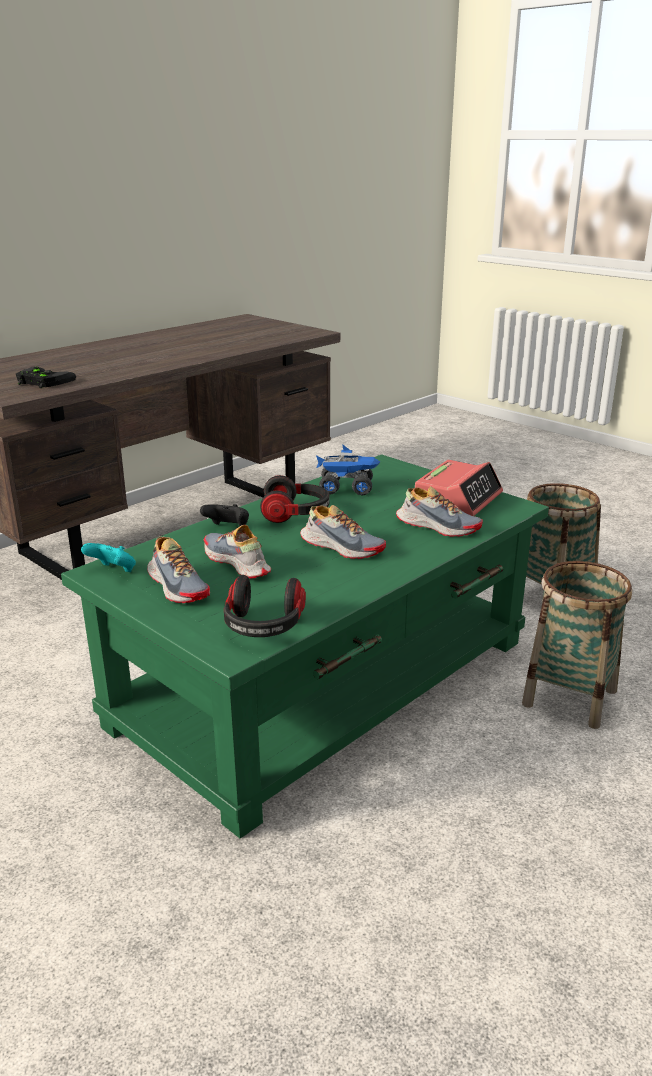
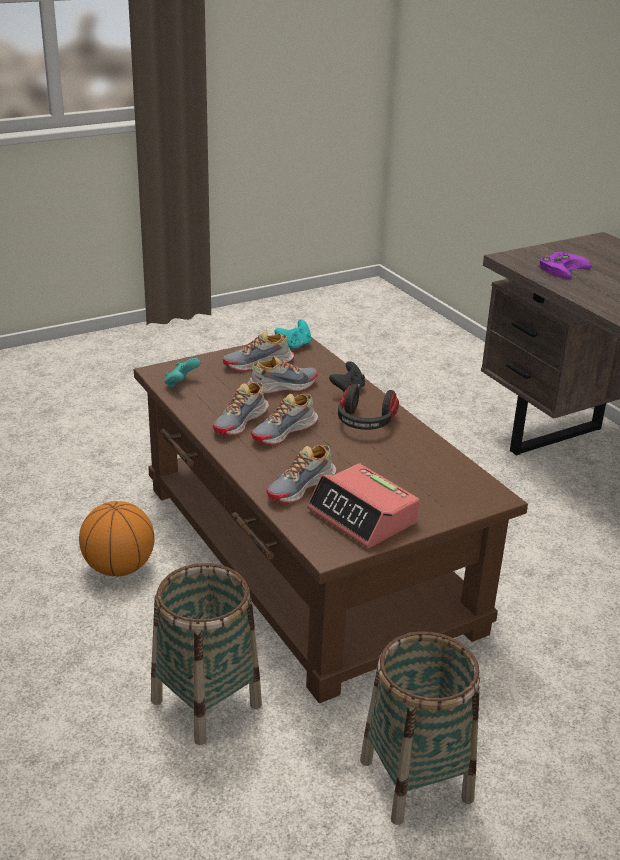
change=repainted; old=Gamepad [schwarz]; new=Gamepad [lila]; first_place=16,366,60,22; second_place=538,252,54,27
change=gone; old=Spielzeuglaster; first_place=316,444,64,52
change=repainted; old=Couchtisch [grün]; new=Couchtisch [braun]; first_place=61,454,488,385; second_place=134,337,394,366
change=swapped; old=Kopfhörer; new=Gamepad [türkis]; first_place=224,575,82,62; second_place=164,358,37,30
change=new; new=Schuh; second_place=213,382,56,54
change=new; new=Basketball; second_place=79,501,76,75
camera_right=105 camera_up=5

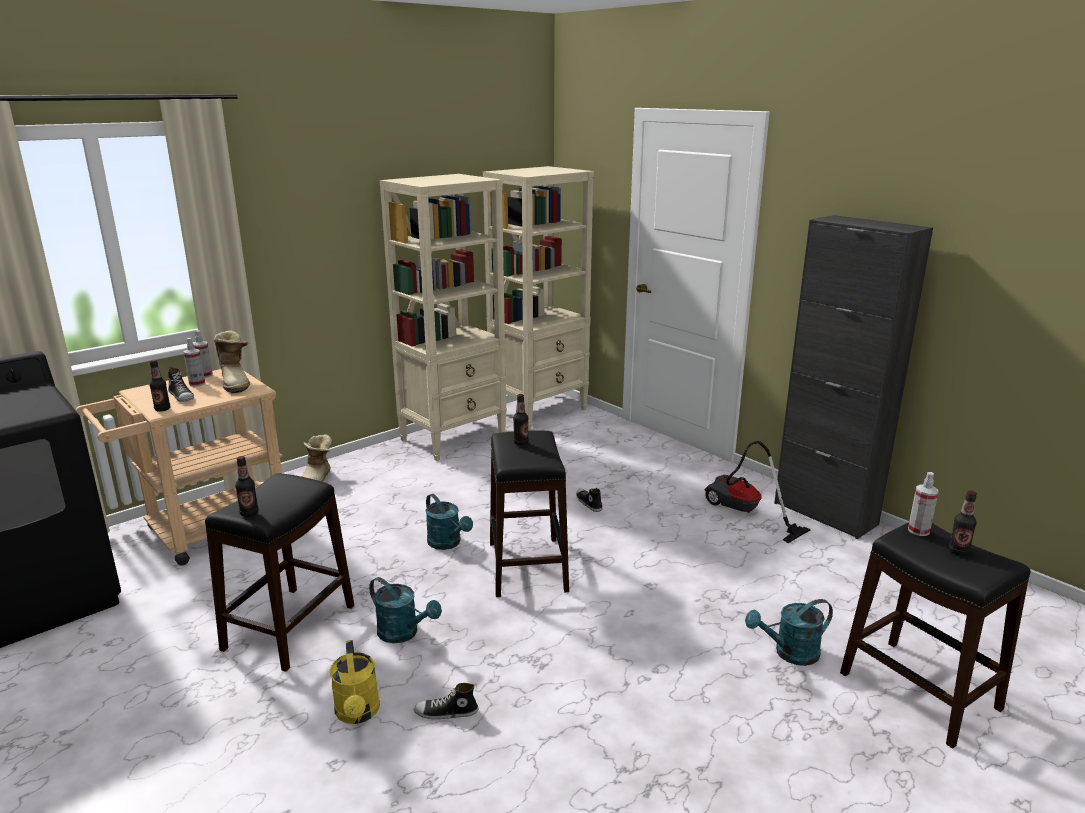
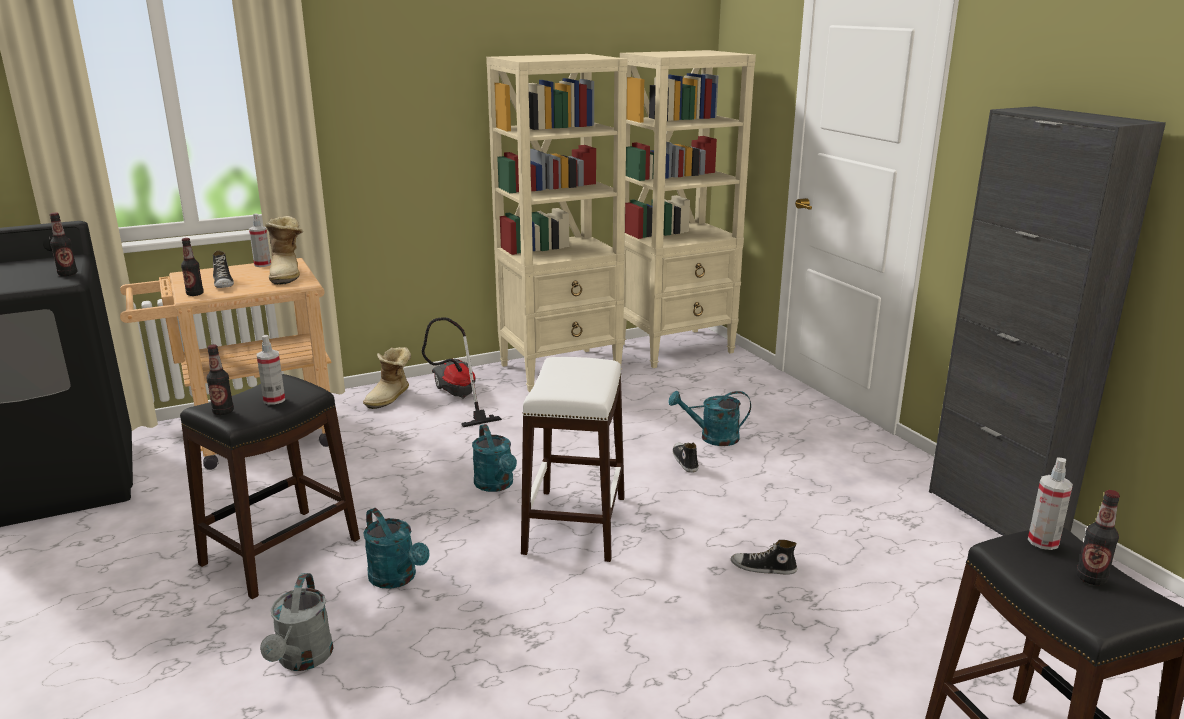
change=shifted; old=Sprühflasche; first_place=183,338,22,49; second_place=257,335,28,70
change=shifted; old=Flasche; first_place=513,394,16,51; second_place=50,213,27,63
change=repainted; old=Hocker [schwarz]; new=Hocker [weiß]; first_place=490,430,79,167; second_place=521,357,104,205
change=shifted; old=Staubsauger; first_place=705,441,105,102; second_place=422,317,80,110
change=shifted; old=Gießkanne [türkis]; first_place=745,599,88,67; second_place=668,391,83,55
change=repainted; old=Gießkanne [gelb]; new=Gießkanne [grau]; first_place=330,640,50,84; second_place=260,573,74,98
change=shifted; old=Schuh; first_place=414,683,64,36; second_place=731,540,66,35
camera_right=15 camera_up=0

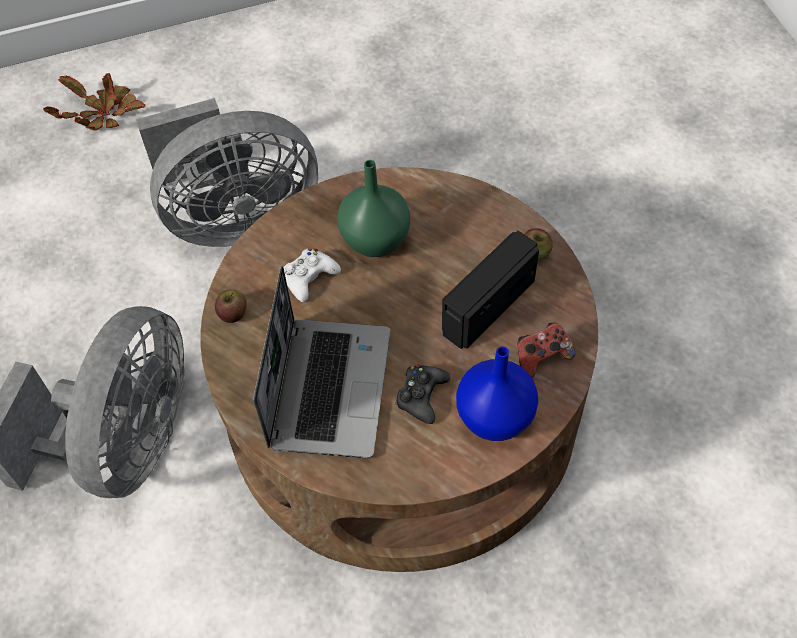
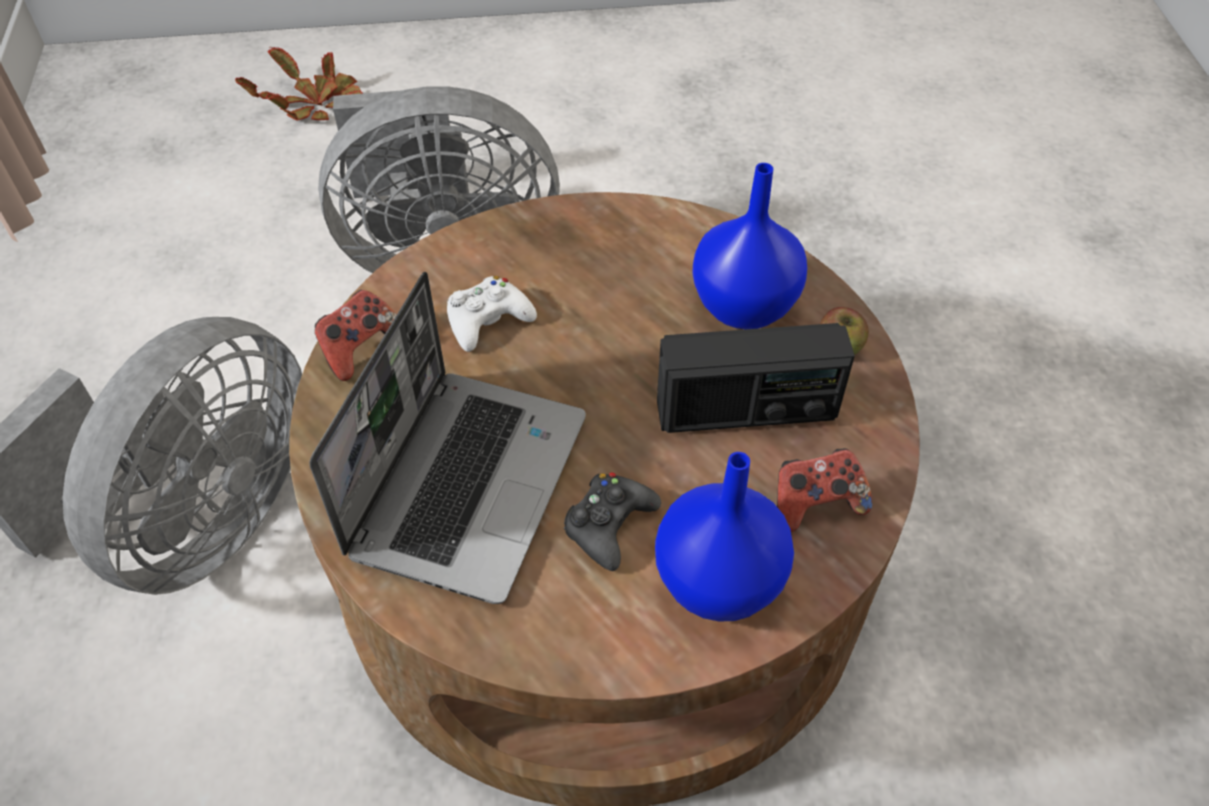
change=gone; old=Vase [grün]; first_place=337,160,73,97
change=rotated; old=Radio; first_place=442,231,97,118; second_place=657,323,198,110; degrees=-150
change=swapped; old=Apfel; new=Gamepad; first_place=215,289,32,34; second_place=315,290,82,91
change=new; new=Vase [blau]; second_place=692,163,115,166
camera_right=10 camera_up=-5

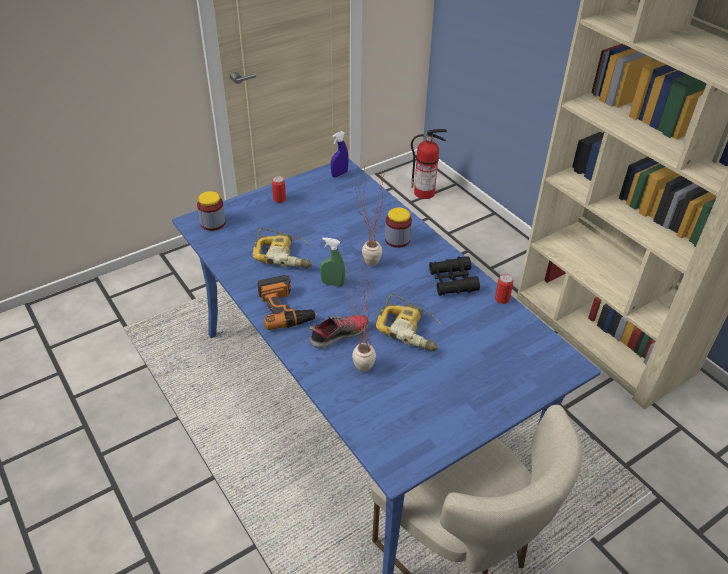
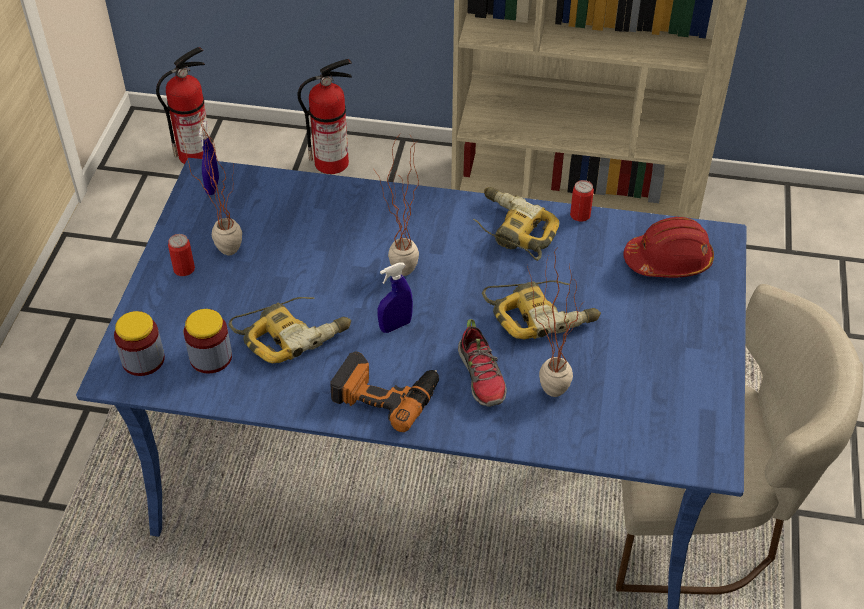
change=shifted; old=Vorratsglas; first_place=385,207,27,41; second_place=184,309,48,64
change=repainted; old=Sprühflasche [grün]; new=Sprühflasche [blau]; first_place=320,238,25,49; second_place=378,262,35,71
change=swapped; old=Fernglas [schwarz]; new=Bohrmaschine; first_place=429,256,51,40; second_place=473,187,86,74
change=rotated; old=Schuh; first_place=309,314,60,34; second_place=458,319,48,88; degrees=150
change=new; new=Feuerlöscher; second_place=297,59,55,115
change=new; new=Topfpflanze; second_place=176,106,66,149
change=new; new=Schutzhelm [rot]; second_place=623,217,91,61
camera_right=-45 camera_up=5

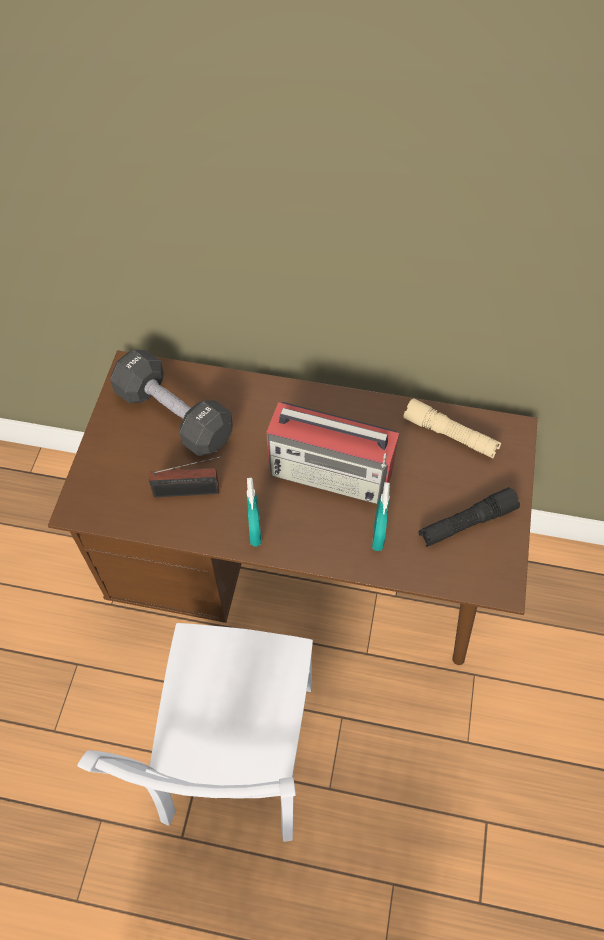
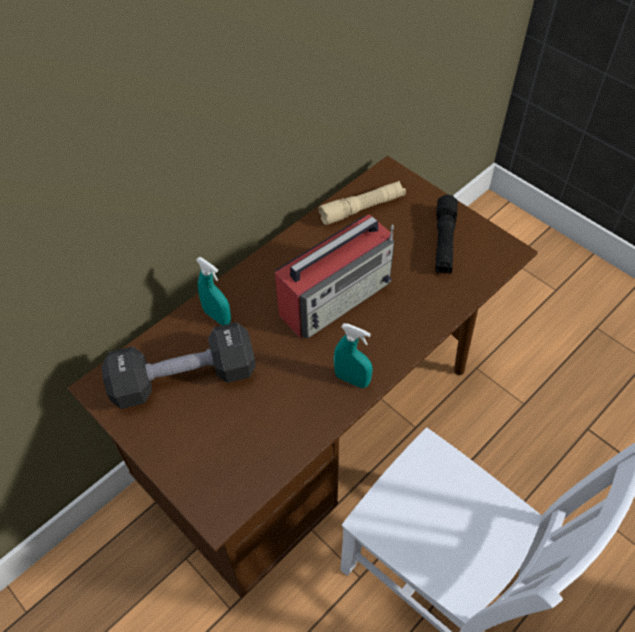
change=gone; old=Radio; first_place=149,456,73,41
change=shifted; old=Sprühflasche [türkis]; first_place=372,482,18,69; second_place=196,257,35,68
camera_right=-55 camera_up=-5

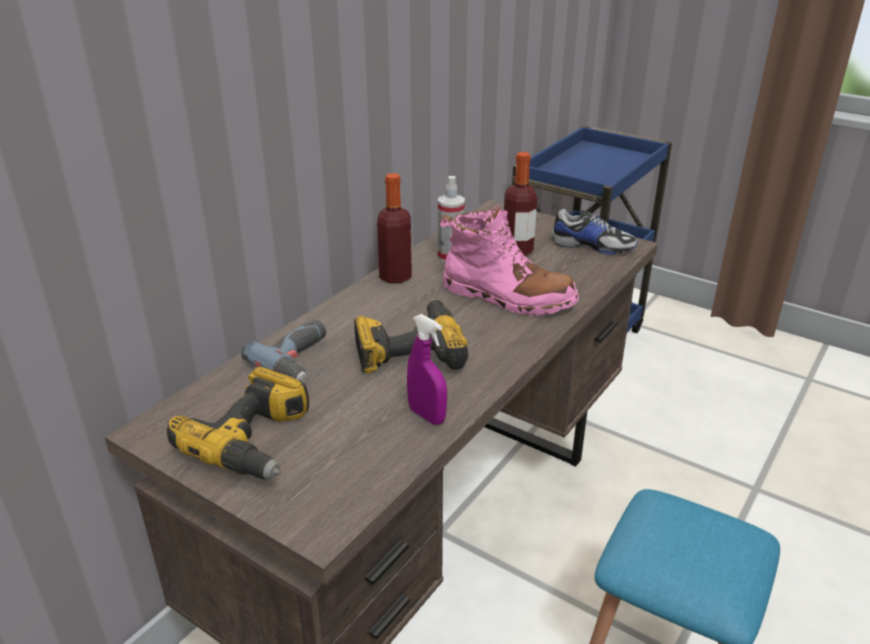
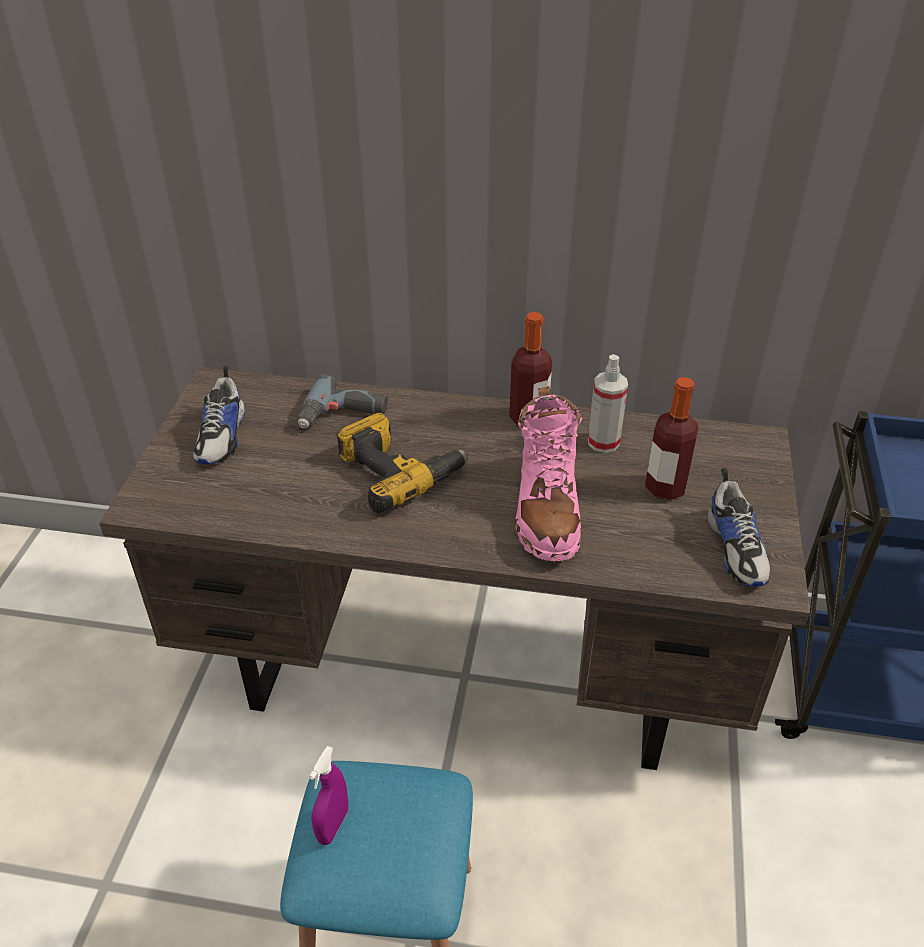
change=shifted; old=Sprühflasche [lila]; first_place=407,314,40,111; second_place=309,746,39,99
change=swapped; old=Bohrmaschine; new=Schuh; first_place=167,367,142,112; second_place=193,366,52,98
camera_right=65 camera_up=10

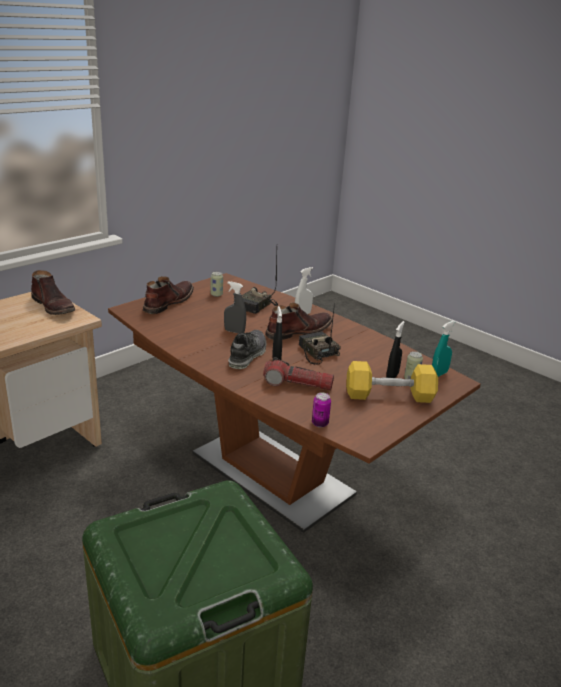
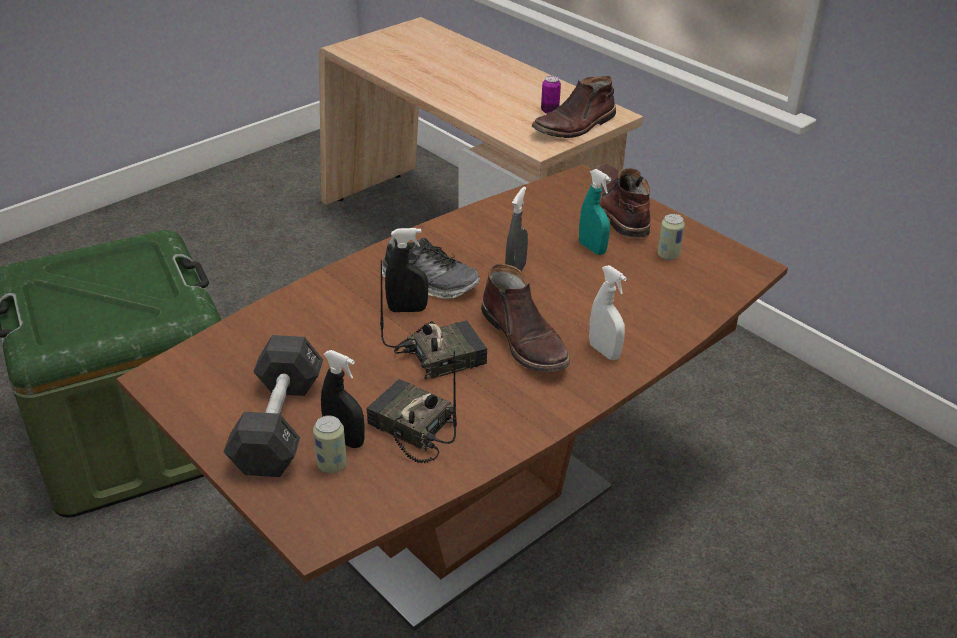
change=shifted; old=Radio; first_place=242,250,36,64; second_place=367,351,90,112
change=rotated; old=Stiefel [braun]; first_place=143,276,51,38; second_place=590,164,60,74; degrees=-135
change=shifted; old=Sprühflasche [türkis]; first_place=432,320,24,57; second_place=579,169,32,86
change=gone; old=Taschenlampe; first_place=263,357,71,33
change=repainted; old=Hantel [gelb]; new=Hantel [schwarz]; first_place=346,361,92,42; second_place=223,335,100,142
change=shifted; old=Dose; first_place=312,392,19,35; second_place=541,76,20,38
camera_right=95 camera_up=10

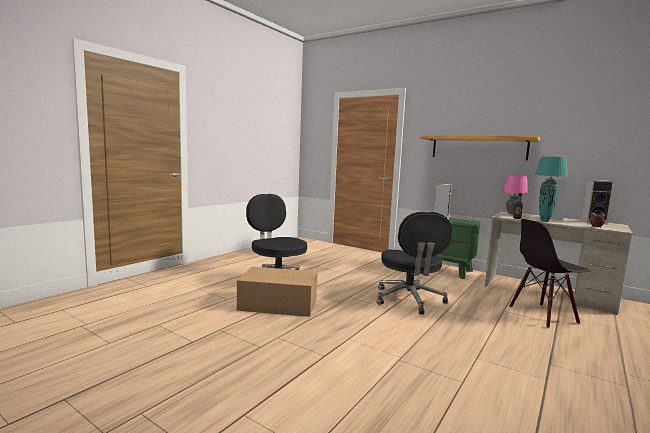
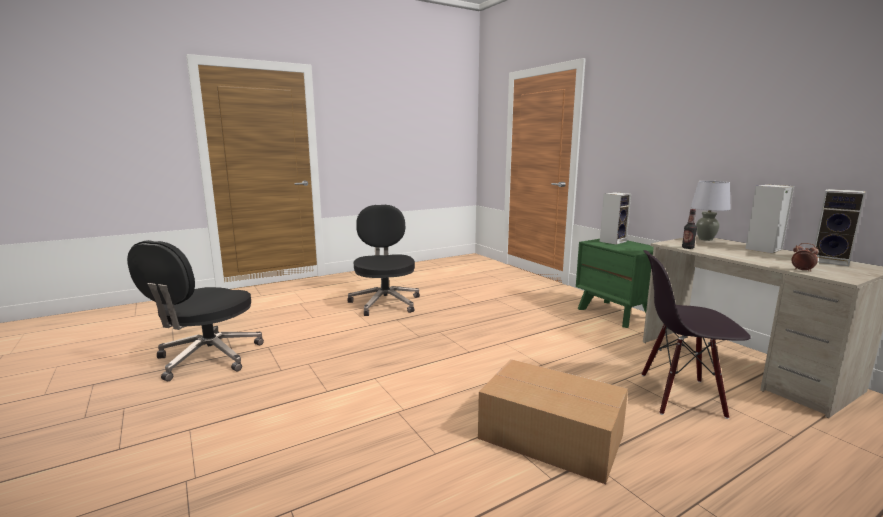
change=gone; old=Wandregal; first_place=420,135,120,25
change=gone; old=Tischlampe [türkis]; first_place=535,156,33,66
change=repainted; old=Tischlampe [rosa]; new=Tischlampe [grau]; first_place=502,175,26,39; second_place=691,181,39,60
change=shifted; old=Bürostuhl [schwarz]; first_place=377,212,75,103; second_place=127,240,137,141
change=shifted; old=Karton; first_place=237,267,81,50; second_place=478,359,150,125
camera_right=25 camera_up=5

